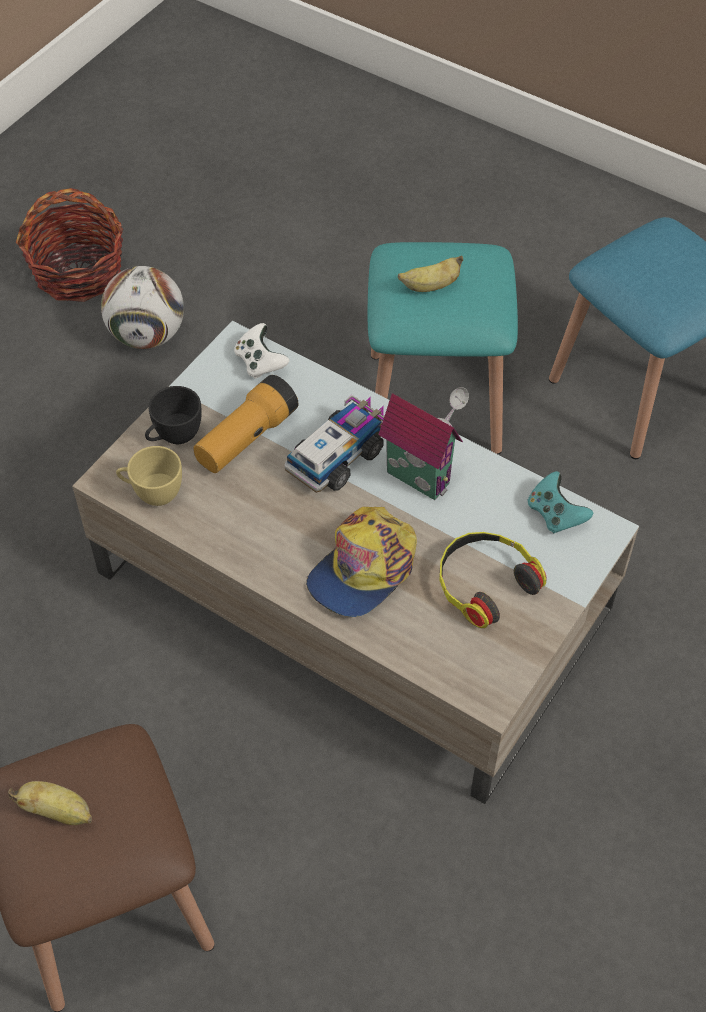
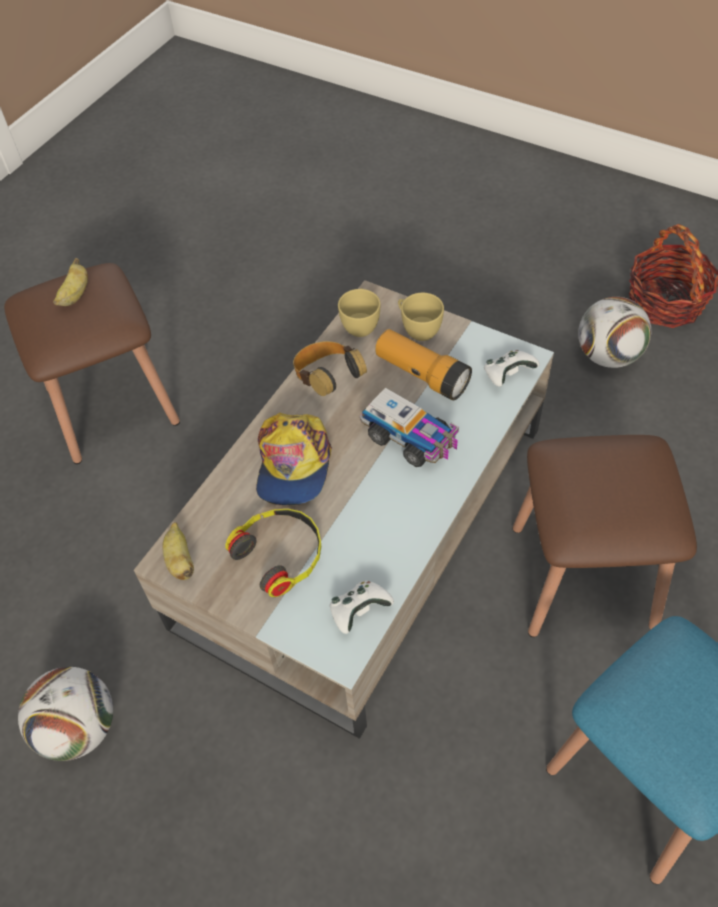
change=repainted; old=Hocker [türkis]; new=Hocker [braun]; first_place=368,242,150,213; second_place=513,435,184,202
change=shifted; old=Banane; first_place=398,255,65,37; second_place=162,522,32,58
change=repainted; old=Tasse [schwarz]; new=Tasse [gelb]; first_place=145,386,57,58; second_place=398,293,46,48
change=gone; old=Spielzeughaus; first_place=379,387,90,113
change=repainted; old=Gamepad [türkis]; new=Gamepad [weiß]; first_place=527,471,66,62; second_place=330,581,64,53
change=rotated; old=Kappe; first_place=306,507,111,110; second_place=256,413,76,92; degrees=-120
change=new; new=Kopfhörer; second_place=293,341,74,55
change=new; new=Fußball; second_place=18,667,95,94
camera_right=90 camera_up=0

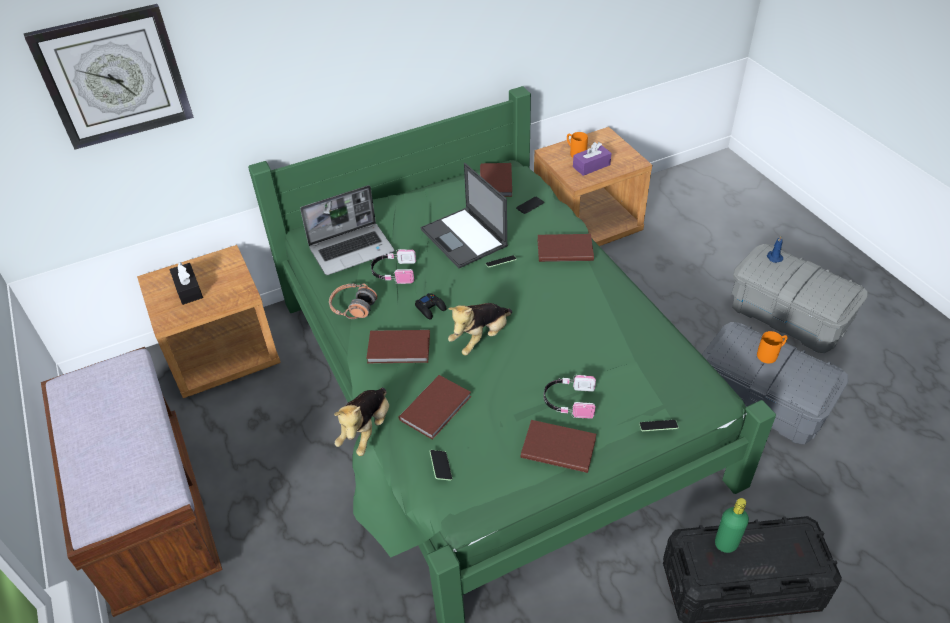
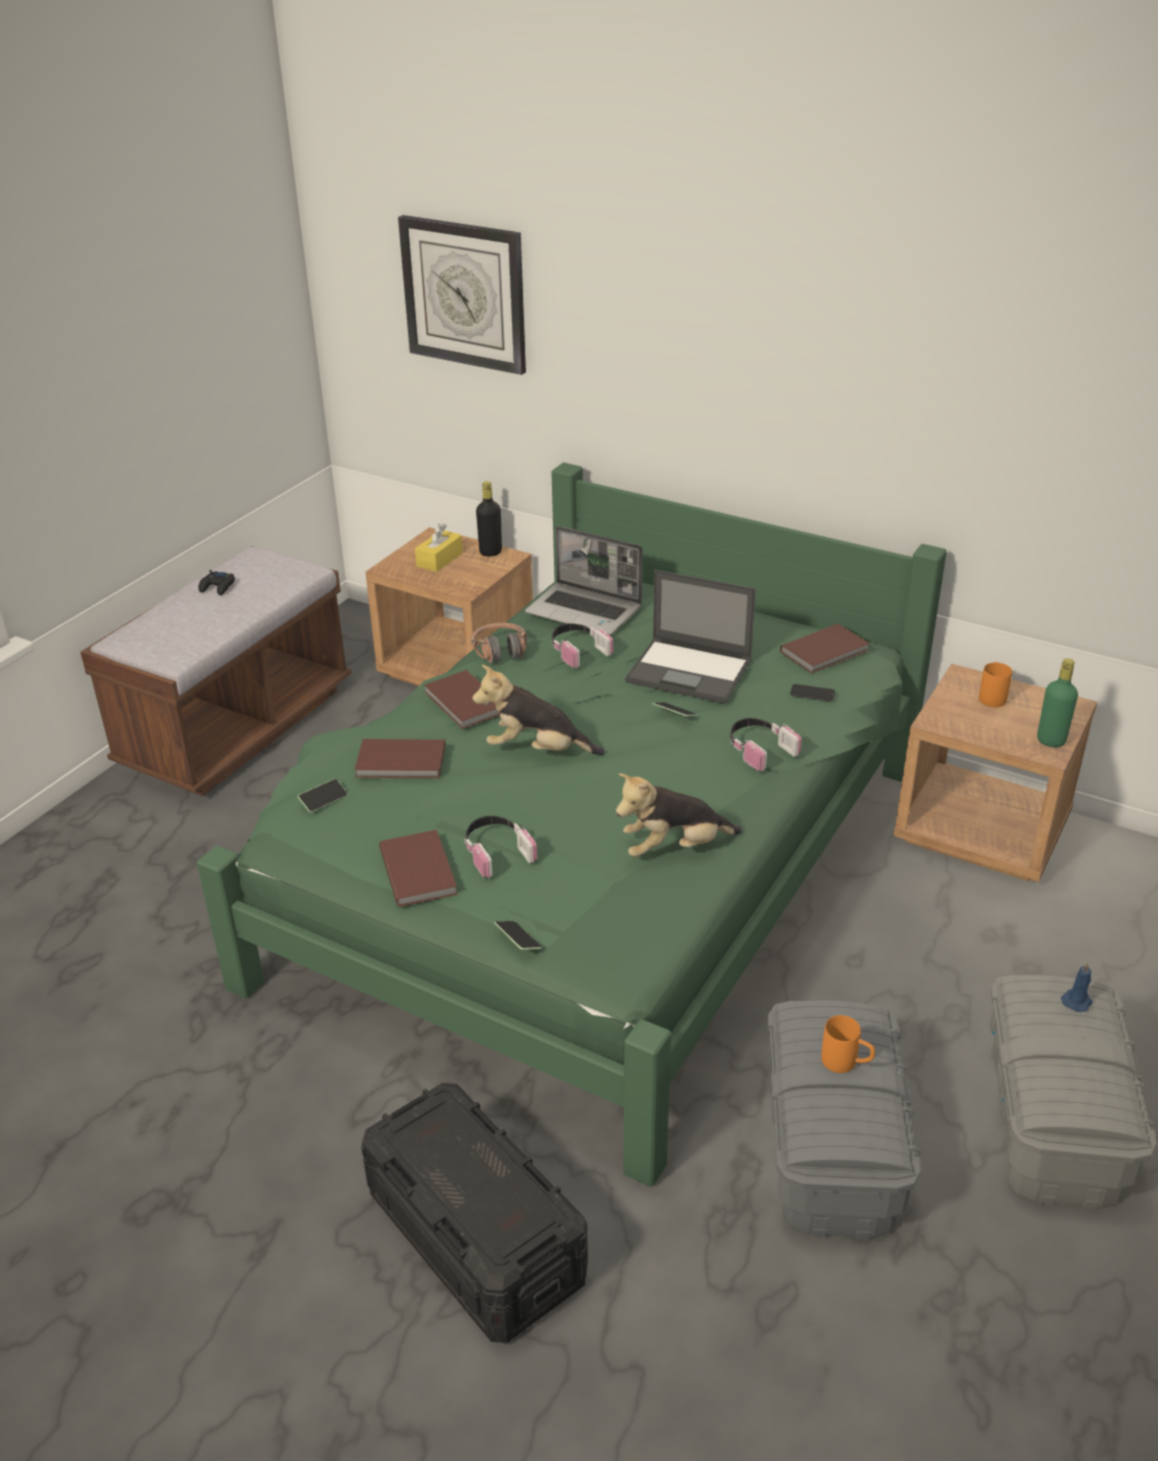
change=gone; old=Taschentuchbox [lila]; first_place=573,142,39,34
change=rotated; old=Laptop; first_place=421,163,87,105; second_place=625,570,131,134; degrees=-90
change=swapped; old=Buch [braun]; new=Kopfhörer; first_place=537,234,57,28; second_place=730,718,72,53
change=repainted; old=Taschentuchbox [schwarz]; new=Taschentuchbox [gelb]; first_place=169,262,34,43; second_place=415,523,48,49
change=shifted; old=Gamepad [schwarz]; first_place=415,293,31,27; second_place=198,570,37,25
change=shifted; old=Plüschtier; first_place=334,388,55,68; second_place=616,773,126,84
change=shifted; old=Flasche [grün]; first_place=715,498,34,55; second_place=1037,658,41,89
change=new; new=Flasche [schwarz]; second_place=476,481,26,75
camera_right=55 camera_up=-10

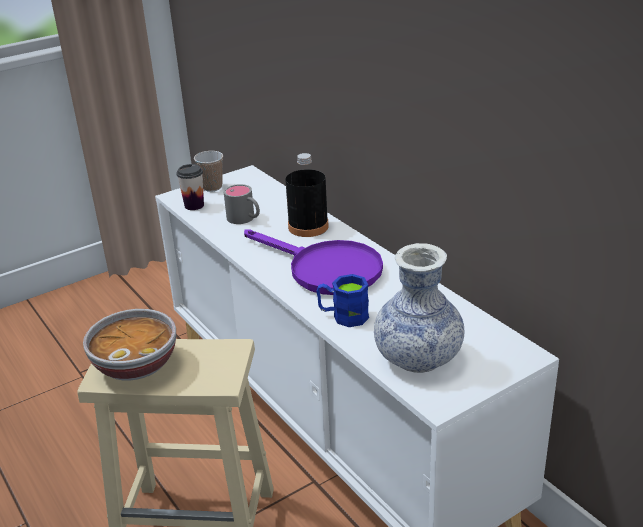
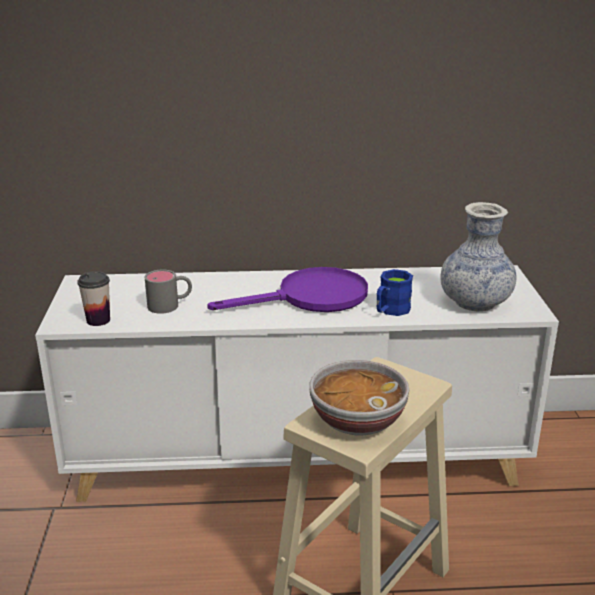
change=gone; old=Tasse; first_place=194,151,29,41
change=gone; old=Flasche [schwarz]; first_place=285,153,44,84
camera_right=-60 camera_up=-5

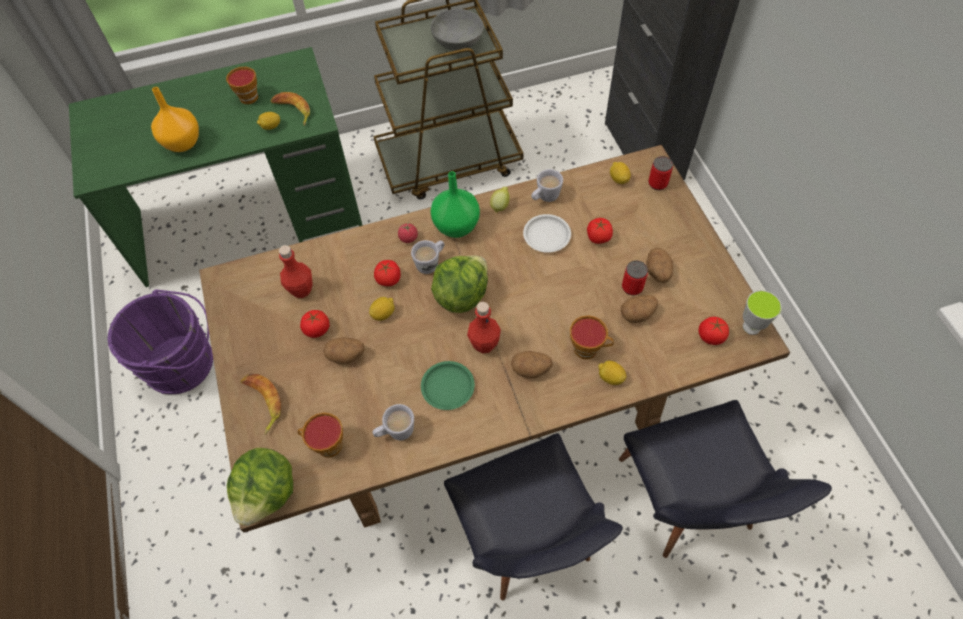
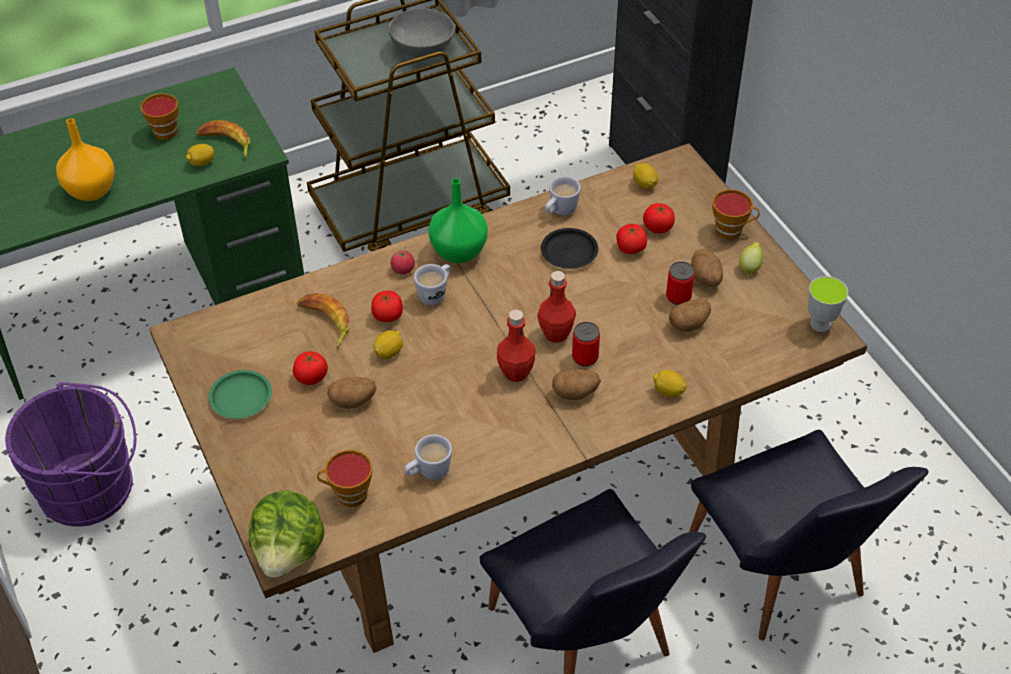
change=shifted; old=Dose; first_place=648,156,25,34; second_place=572,322,28,45
change=shifted; old=Zitrone; first_place=490,187,20,26; second_place=739,242,24,33
change=repainted; old=Teller [weiß]; new=Teller [schwarz]; first_place=523,214,48,39; second_place=541,228,57,41
change=shifted; old=Flasche [rot]; first_place=279,245,34,53; second_place=537,271,39,72
change=gone; old=Salatkopf; first_place=431,255,57,58
change=shifted; old=Tasse; first_place=570,315,44,44; second_place=712,189,48,50
change=shifted; old=Tomate; first_place=698,317,31,28; second_place=643,203,32,31
change=shifted; old=Teller [grün]; first_place=421,361,54,49; second_place=208,370,64,49
change=shifted; old=Banane; first_place=241,374,40,61; second_place=297,293,53,55
camera_right=-10 camera_up=-10

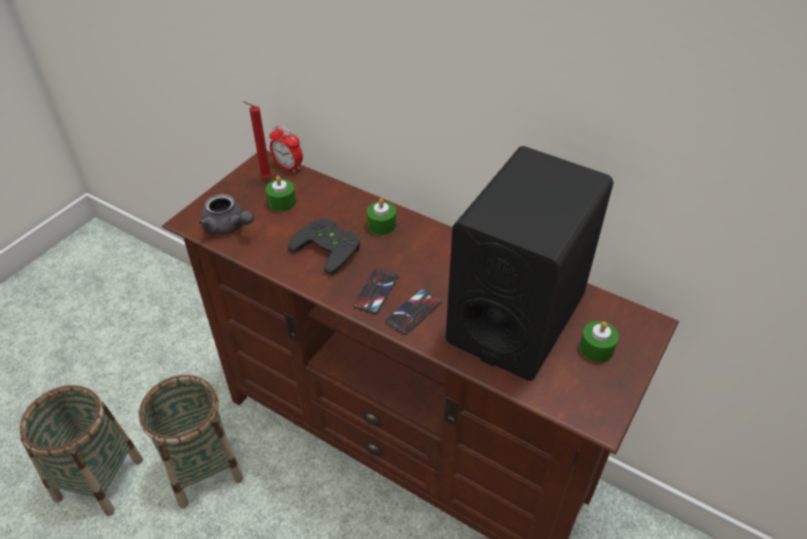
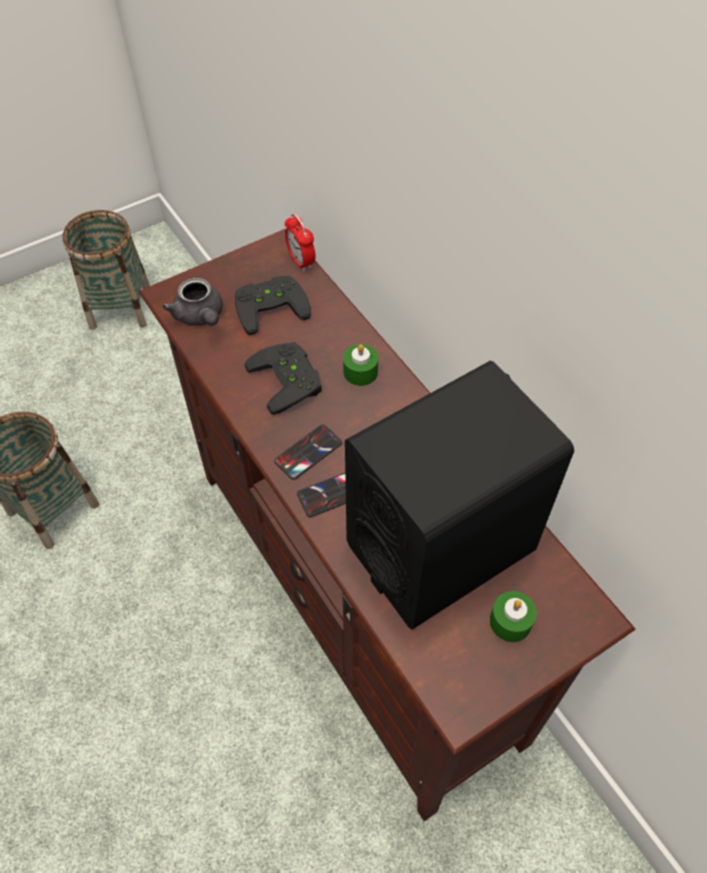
change=gone; old=Kerze [rot]; first_place=242,101,30,78
change=swapped; old=Kerze [grün]; new=Gamepad [schwarz]; first_place=266,176,30,36; second_place=235,276,76,59
change=shifted; old=Korb; first_place=139,375,104,133; second_place=63,210,87,120
camera_right=25 camera_up=10

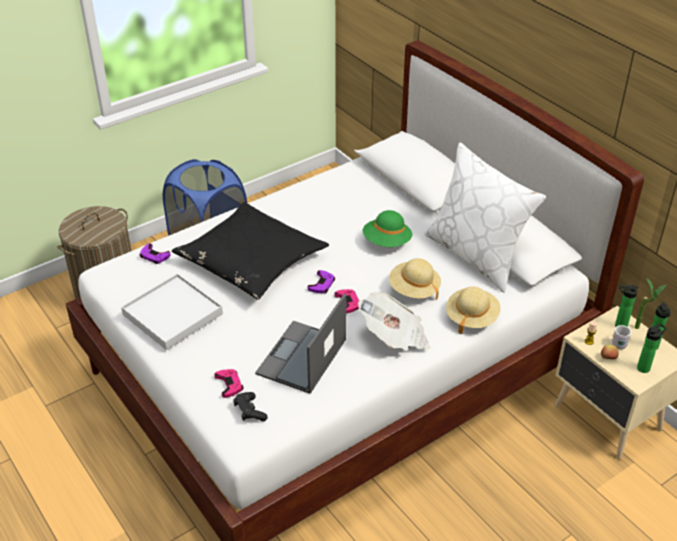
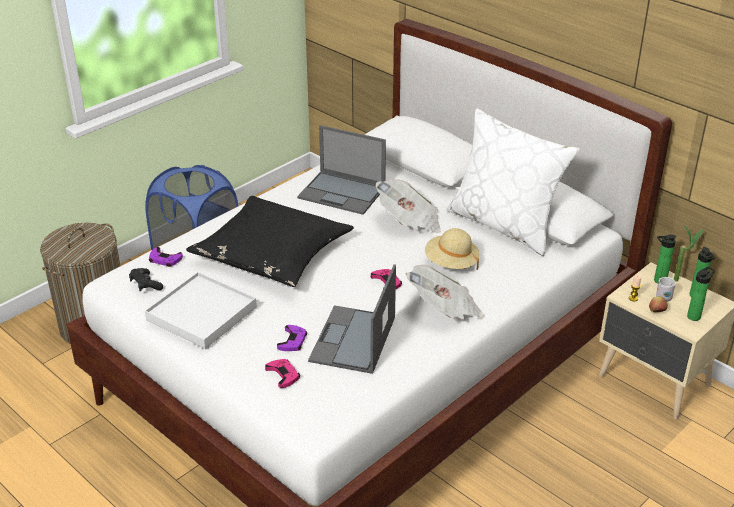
change=swapped; old=Hut [grün]; new=Zeitung; first_place=362,210,50,37; second_place=376,179,65,54
change=shifted; old=Gamepad [lila]; first_place=308,270,27,23; second_place=277,325,30,26
change=gone; old=Hut [beige]; first_place=446,287,54,47
change=shifted; old=Gamepad [schwarz]; first_place=234,392,34,29; second_place=129,268,34,23
change=new; new=Laptop; second_place=297,125,89,90
camera_right=-10 camera_up=-5

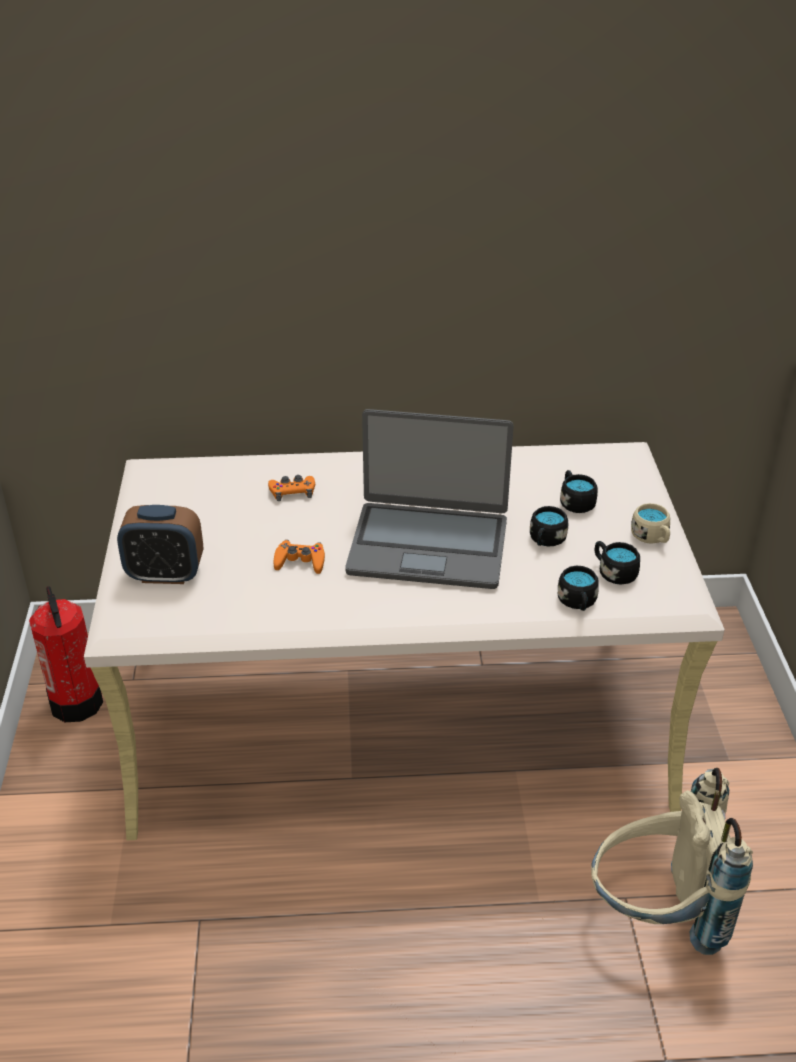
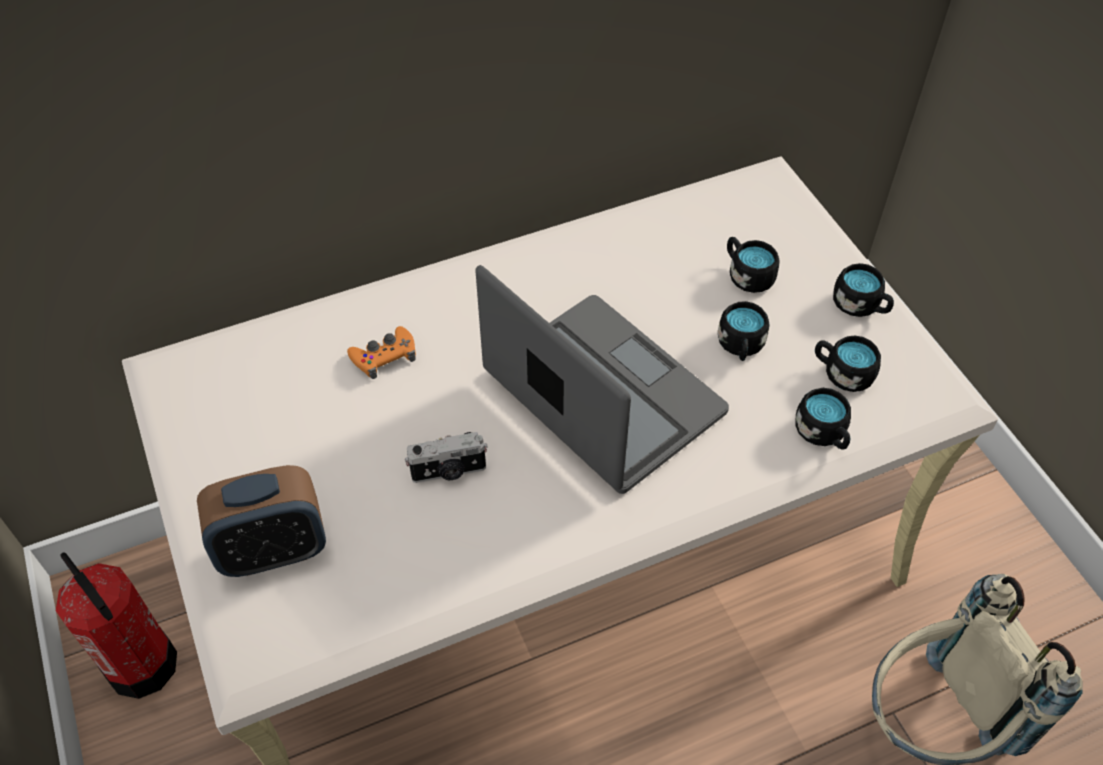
change=rotated; old=Laptop; first_place=345,409,169,180; second_place=475,265,254,229; degrees=-120
change=repainted; old=Henkelbecher [beige]; new=Henkelbecher [schwarz]; first_place=631,503,39,41; second_place=833,263,61,54
change=swapped; old=Gamepad [orange]; new=Kamera; first_place=274,540,51,34; second_place=405,432,83,51
camera_right=-20 camera_up=15

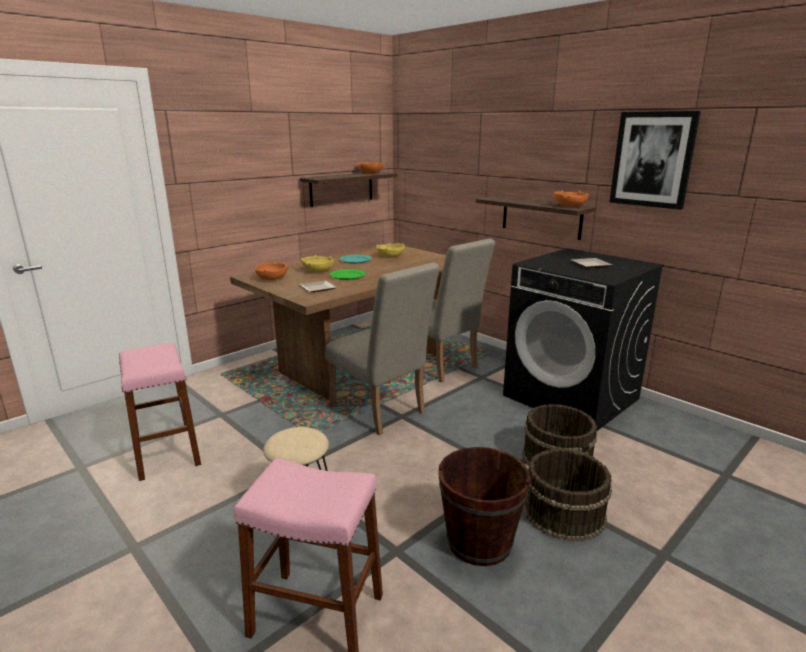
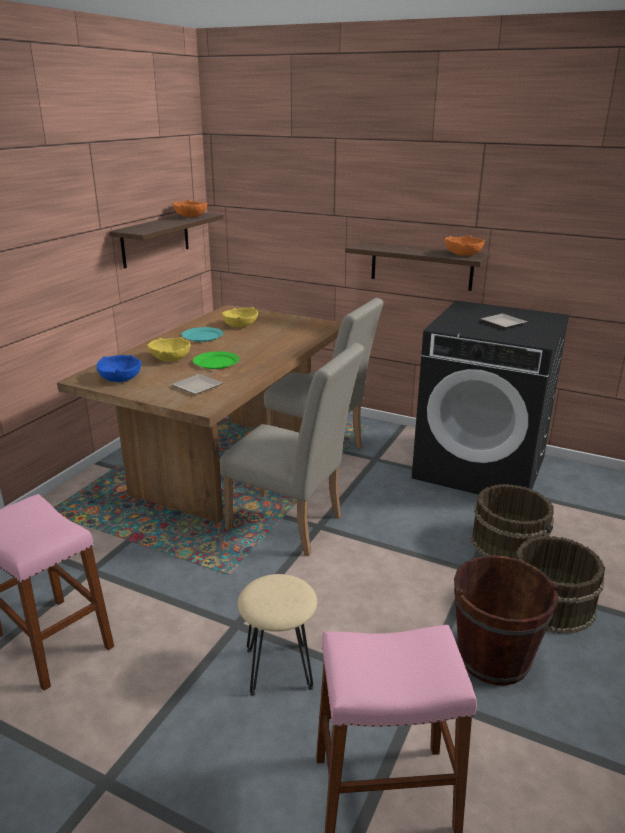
change=gone; old=Bild; first_place=610,111,91,99
change=repainted; old=Schüssel [orange]; new=Schüssel [blau]; first_place=254,262,34,18; second_place=96,355,45,27
camera_right=-20 camera_up=5

